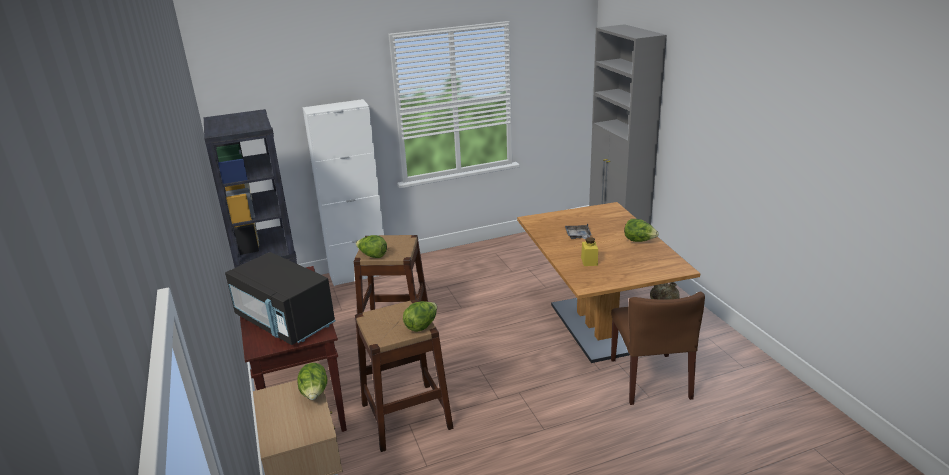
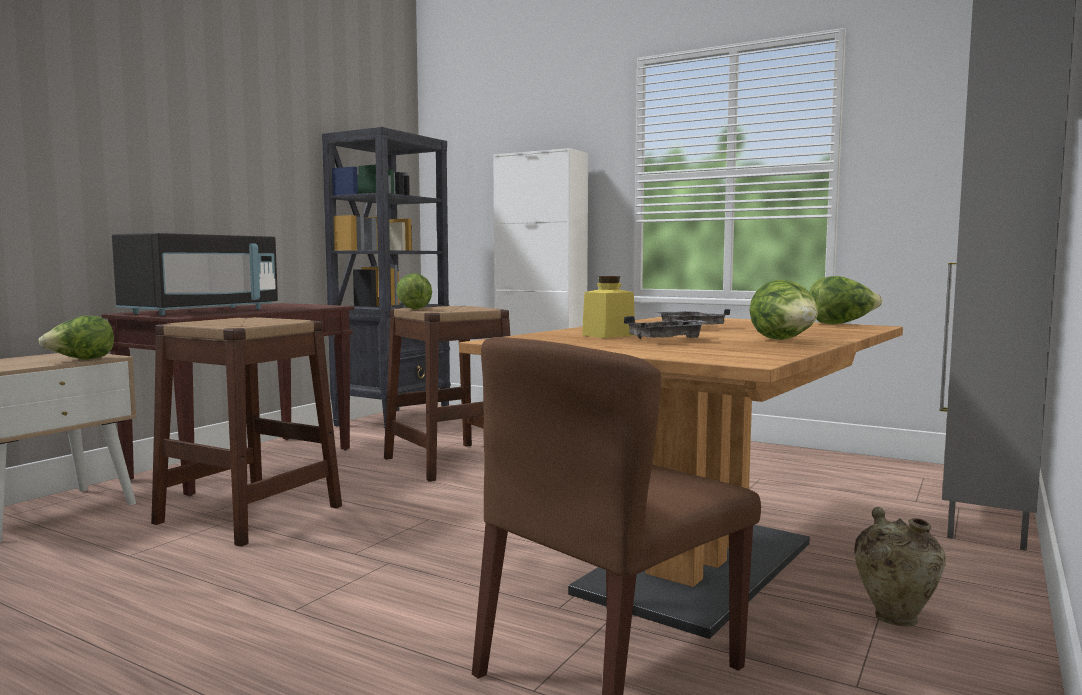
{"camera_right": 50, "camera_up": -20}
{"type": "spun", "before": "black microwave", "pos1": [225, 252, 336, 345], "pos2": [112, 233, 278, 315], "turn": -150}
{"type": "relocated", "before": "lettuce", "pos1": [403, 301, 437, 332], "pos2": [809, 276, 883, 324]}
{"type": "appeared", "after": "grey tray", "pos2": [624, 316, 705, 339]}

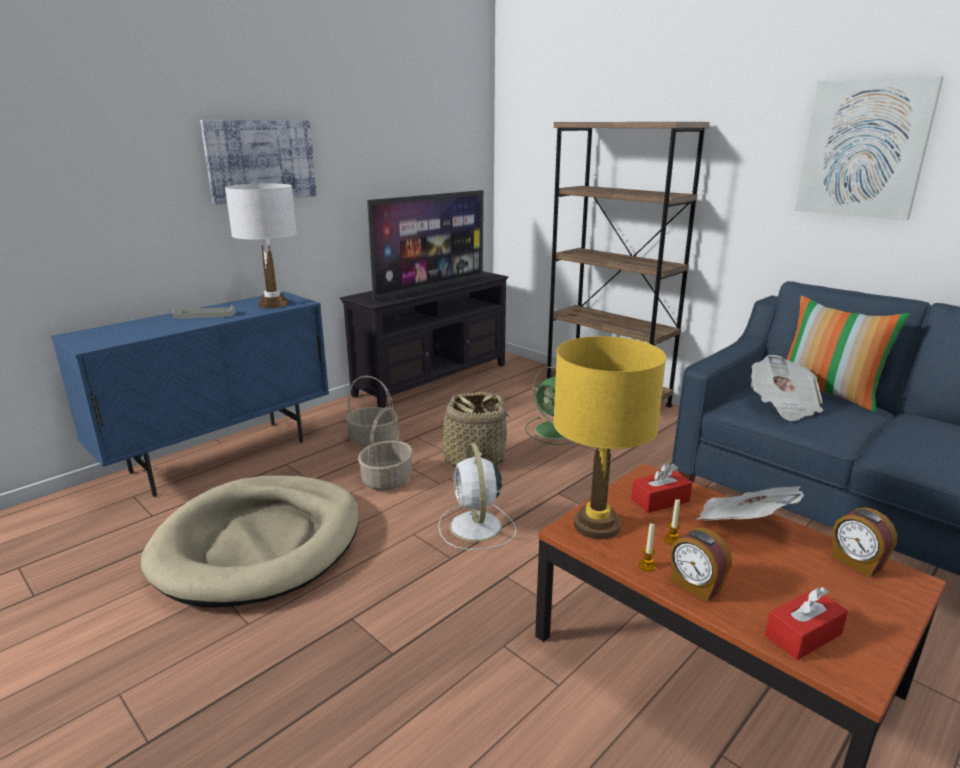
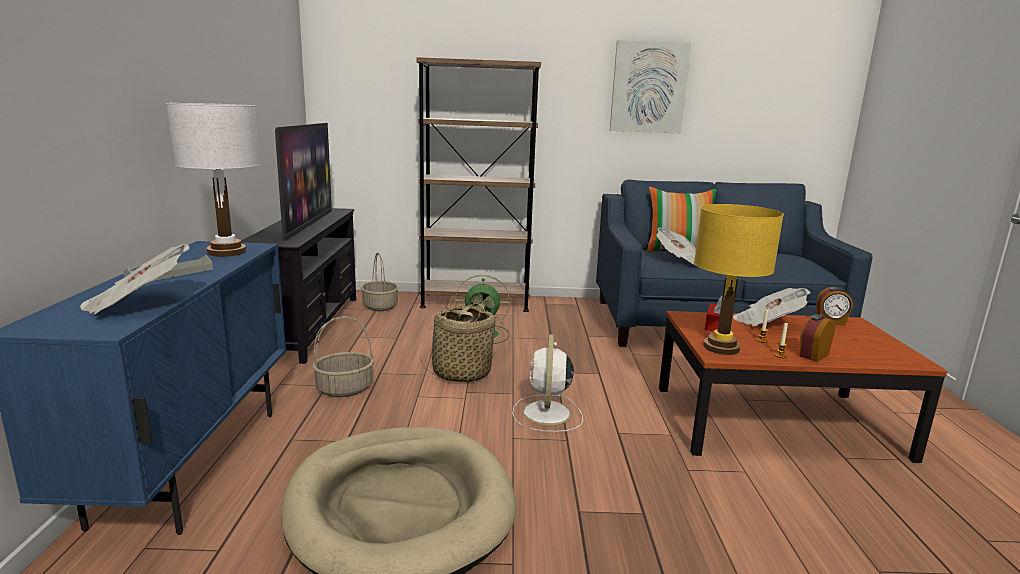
{"camera_right": -45, "camera_up": -5}
{"type": "missing", "before": "picture", "pos1": [200, 120, 317, 205]}
{"type": "relocated", "before": "basket", "pos1": [358, 407, 413, 491], "pos2": [361, 253, 399, 311]}
{"type": "spun", "before": "white fan", "pos1": [438, 443, 516, 550], "pos2": [512, 334, 583, 432], "turn": 60}
{"type": "spun", "before": "alarm clock", "pos1": [670, 527, 732, 602], "pos2": [799, 314, 835, 362], "turn": 135}
{"type": "missing", "before": "red tissue box", "pos1": [765, 587, 848, 660]}
{"type": "appeared", "after": "newspaper", "pos2": [80, 244, 190, 315]}

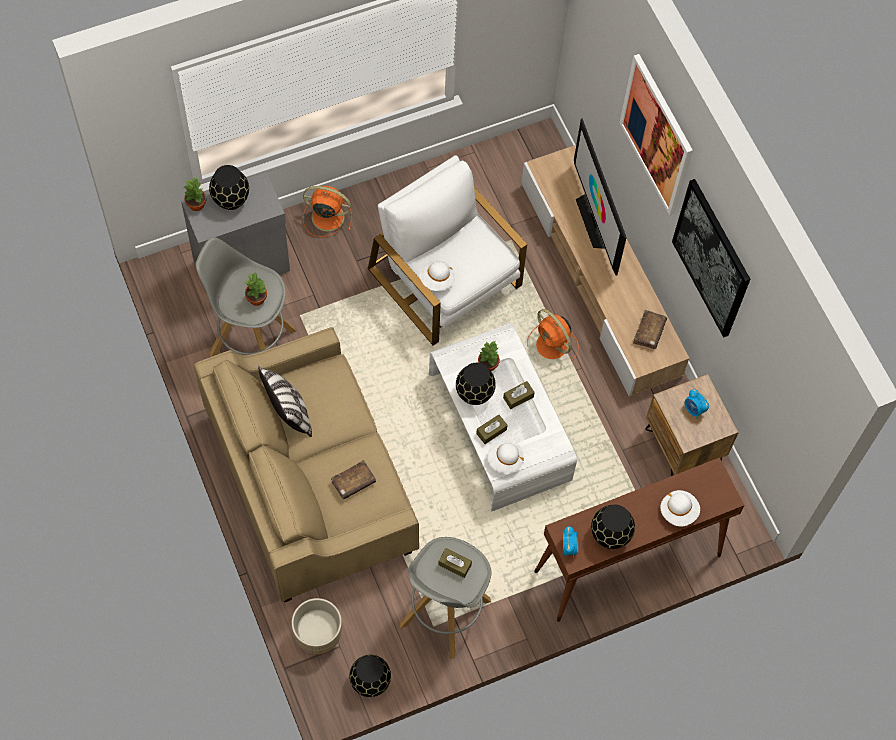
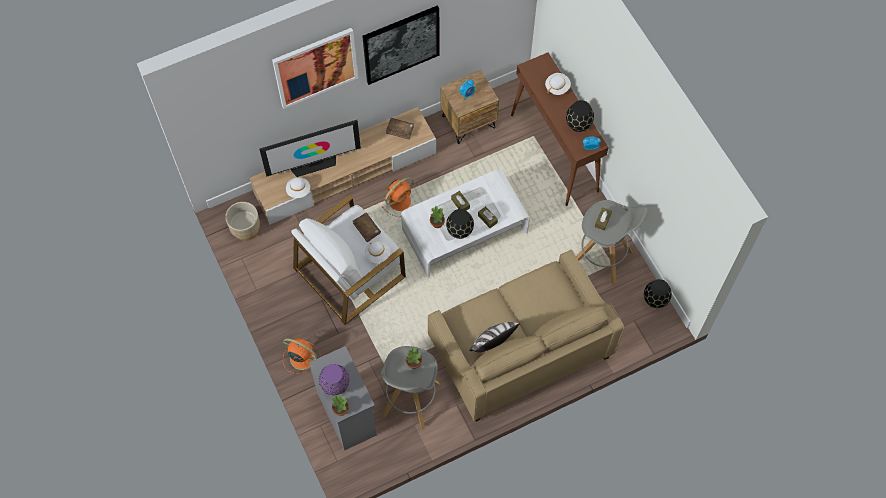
{"camera_right": -90, "camera_up": 0}
{"type": "colour", "before": "black vase", "after": "purple vase", "pos1": [209, 165, 249, 210], "pos2": [319, 364, 350, 395]}
{"type": "spun", "before": "orange fan", "pos1": [303, 186, 352, 237], "pos2": [283, 338, 321, 374], "turn": 105}
{"type": "relocated", "before": "white hat", "pos1": [488, 440, 524, 473], "pos2": [286, 177, 310, 198]}
{"type": "relocated", "before": "brown book", "pos1": [330, 460, 376, 500], "pos2": [353, 213, 381, 243]}
{"type": "relocated", "before": "beige planter", "pos1": [292, 598, 342, 655], "pos2": [225, 202, 260, 241]}

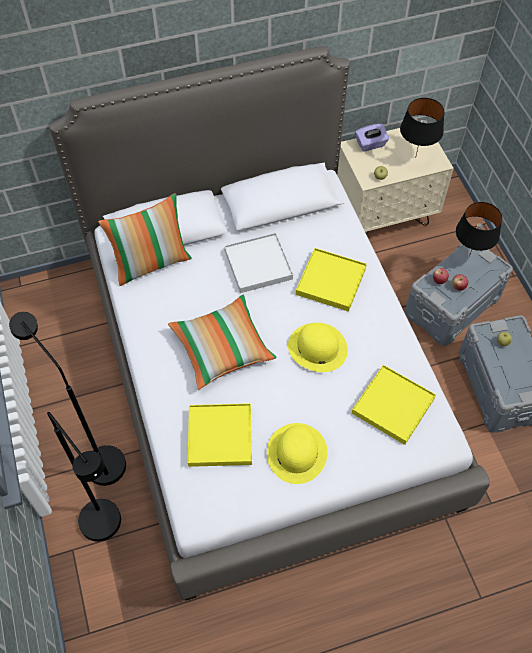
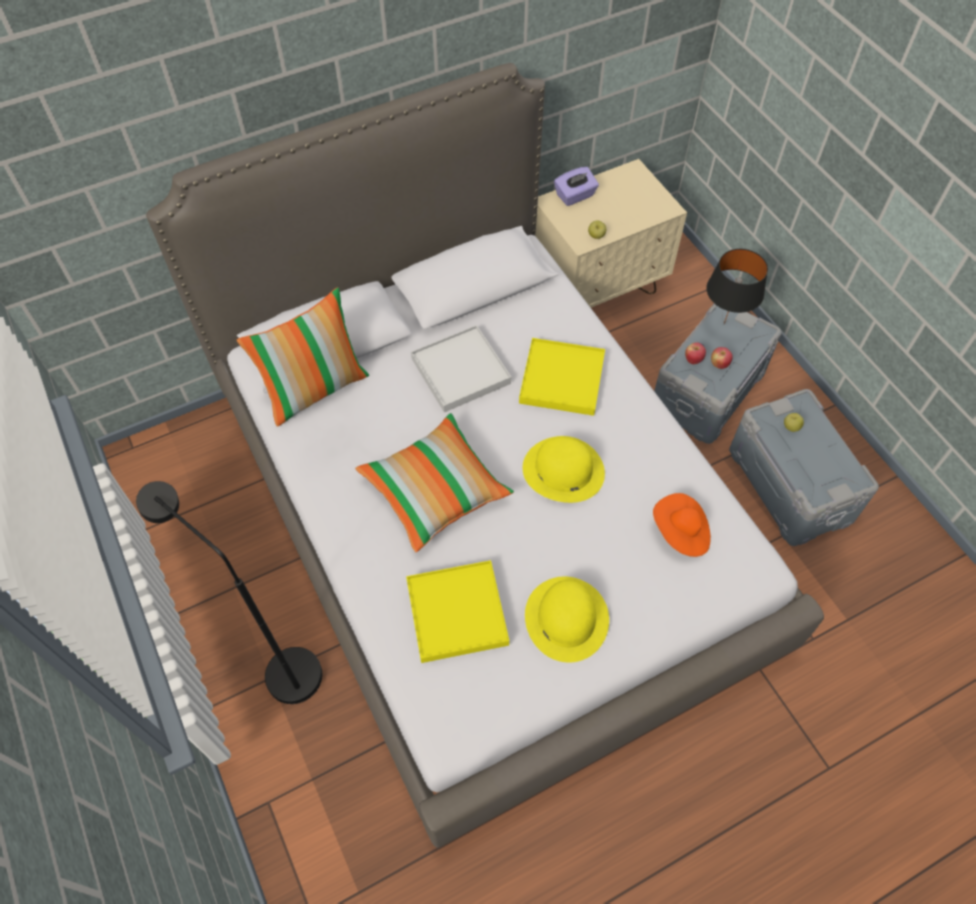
{"camera_right": -10, "camera_up": 0}
{"type": "missing", "before": "black table lamp", "pos1": [400, 98, 444, 158]}
{"type": "exchanged", "before": "yellow tray", "after": "orange hat", "pos1": [352, 365, 436, 445], "pos2": [653, 493, 711, 557]}
{"type": "missing", "before": "black floor lamp", "pos1": [47, 412, 121, 542]}

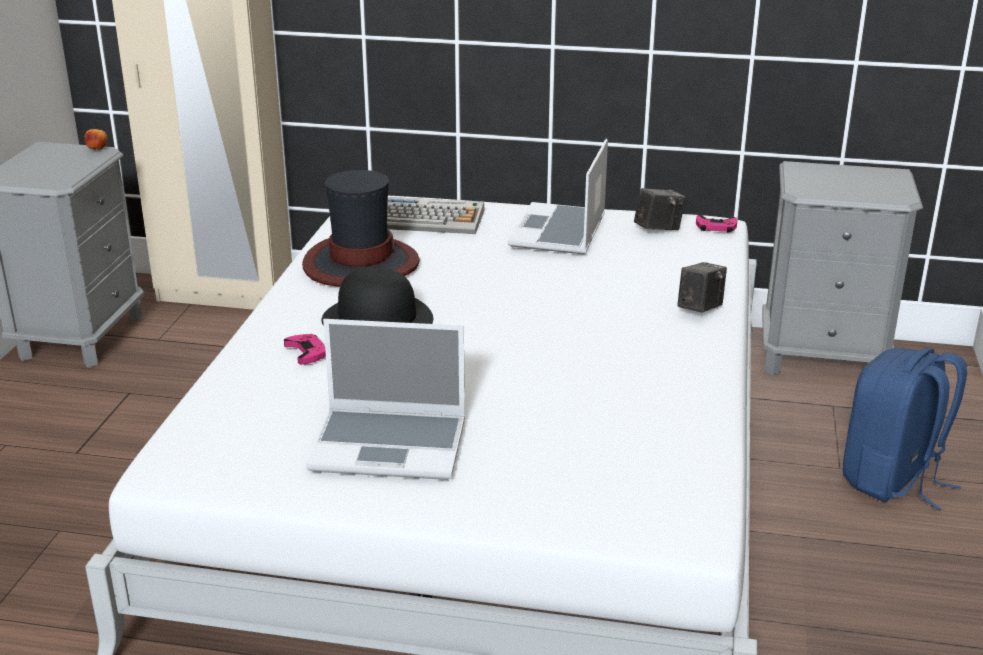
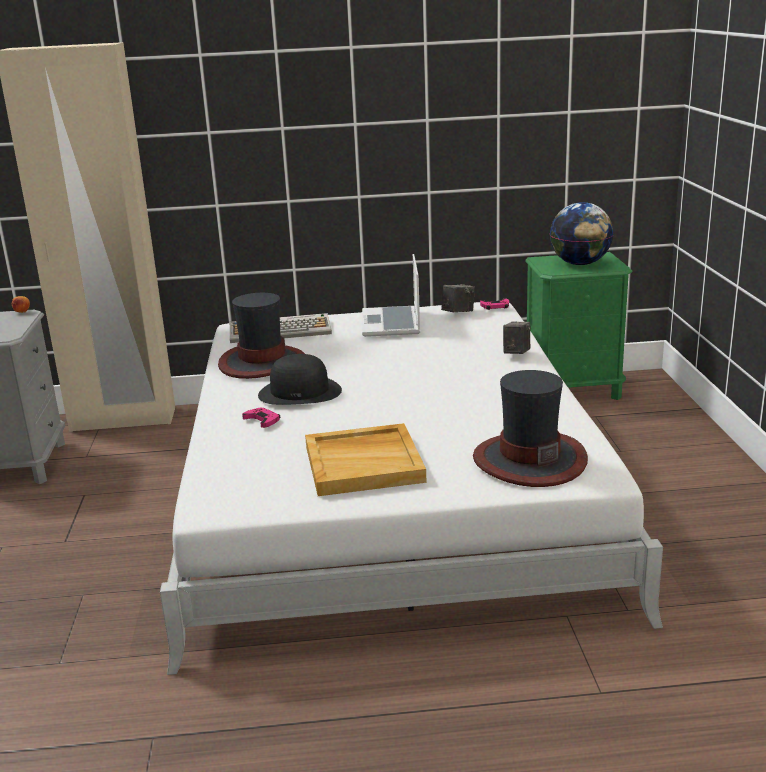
{"camera_right": -15, "camera_up": -5}
{"type": "colour", "before": "grey nightstand", "after": "green nightstand", "pos1": [762, 161, 923, 376], "pos2": [525, 252, 632, 400]}
{"type": "exchanged", "before": "laptop", "after": "beige tray", "pos1": [306, 319, 465, 480], "pos2": [305, 423, 427, 496]}
{"type": "missing", "before": "blue backpack", "pos1": [843, 348, 967, 511]}
{"type": "appeared", "after": "globe", "pos2": [550, 202, 613, 265]}
{"type": "appeared", "after": "hat", "pos2": [473, 370, 588, 487]}

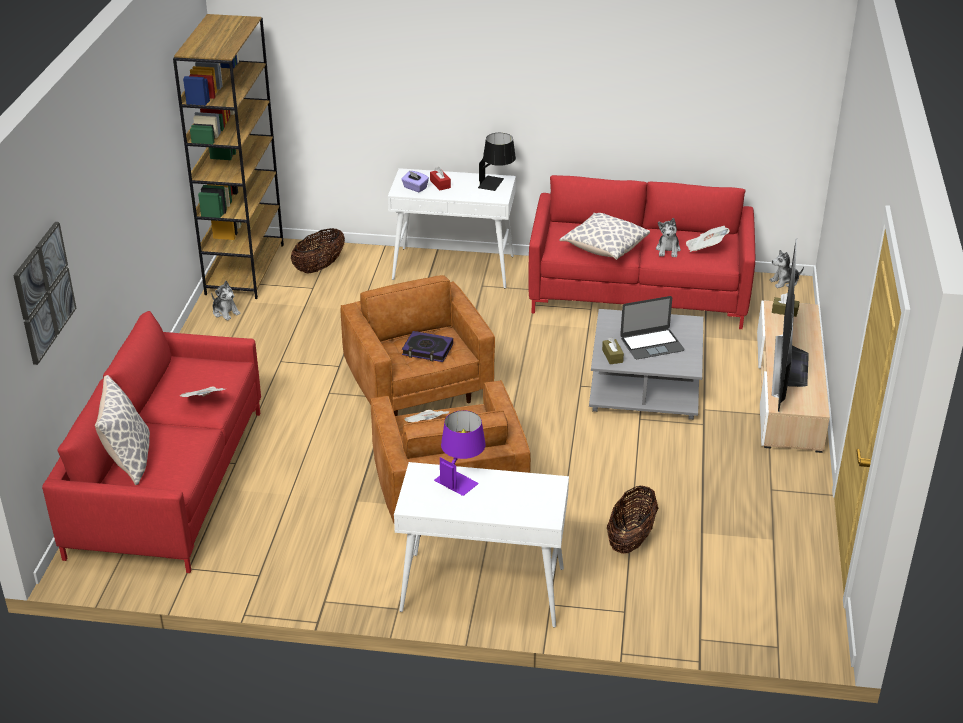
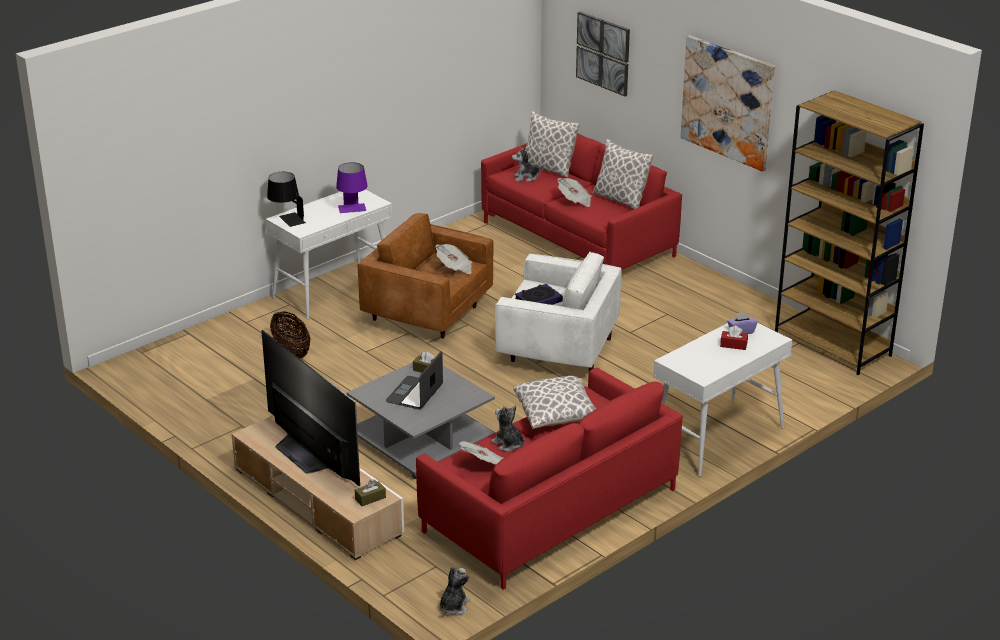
{"camera_right": 130, "camera_up": -5}
{"type": "relocated", "before": "black table lamp", "pos1": [478, 133, 516, 191], "pos2": [267, 172, 306, 227]}
{"type": "missing", "before": "basket", "pos1": [291, 228, 345, 274]}
{"type": "colour", "before": "brown armchair", "after": "white armchair", "pos1": [341, 275, 495, 416], "pos2": [495, 252, 622, 371]}
{"type": "relocated", "before": "plush toy", "pos1": [211, 281, 241, 321], "pos2": [512, 147, 544, 182]}
{"type": "appeared", "after": "picture", "pos2": [681, 36, 775, 171]}
{"type": "appeared", "after": "pillow", "pos2": [592, 139, 654, 209]}

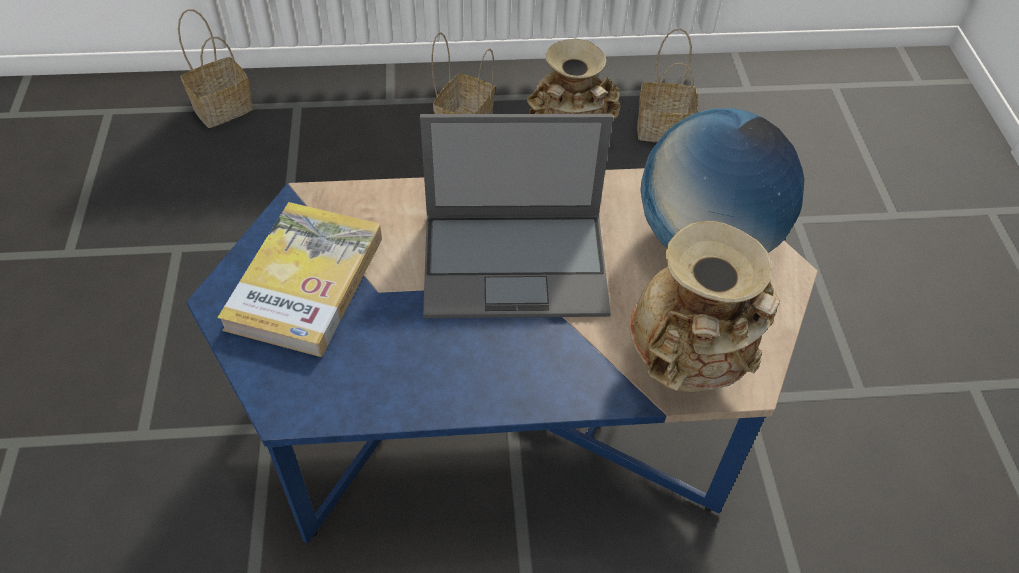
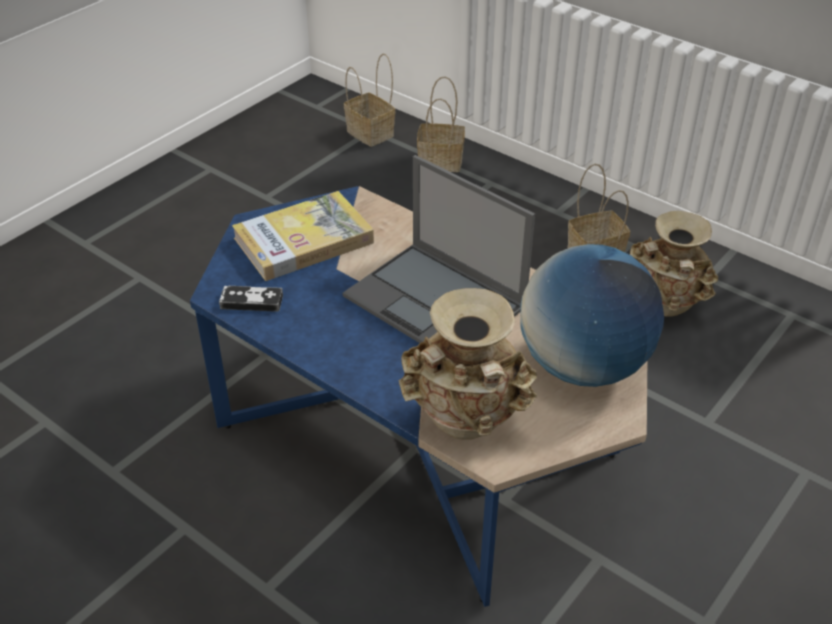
{"camera_right": 45, "camera_up": -10}
{"type": "relocated", "before": "basket", "pos1": [637, 28, 698, 142], "pos2": [344, 53, 395, 147]}
{"type": "appeared", "after": "game controller", "pos2": [219, 286, 283, 312]}

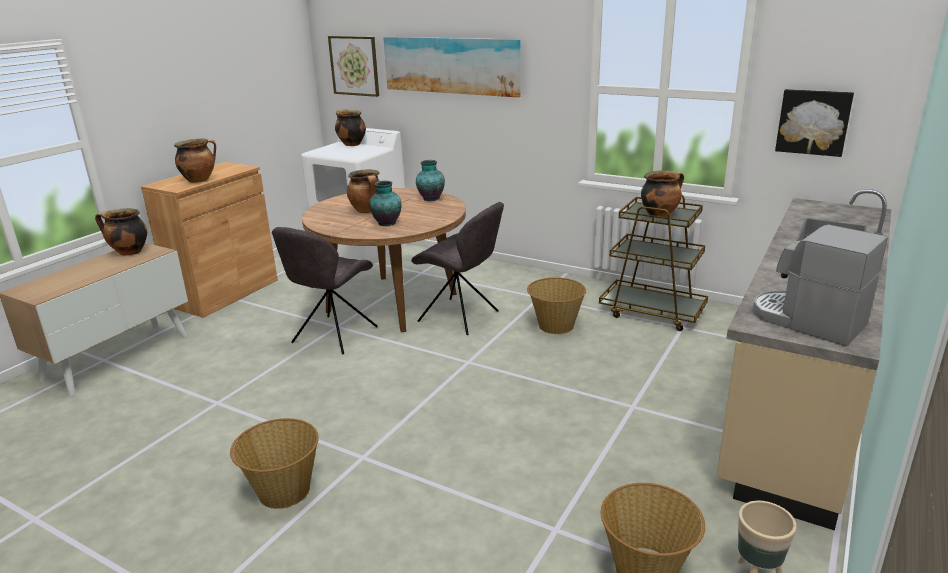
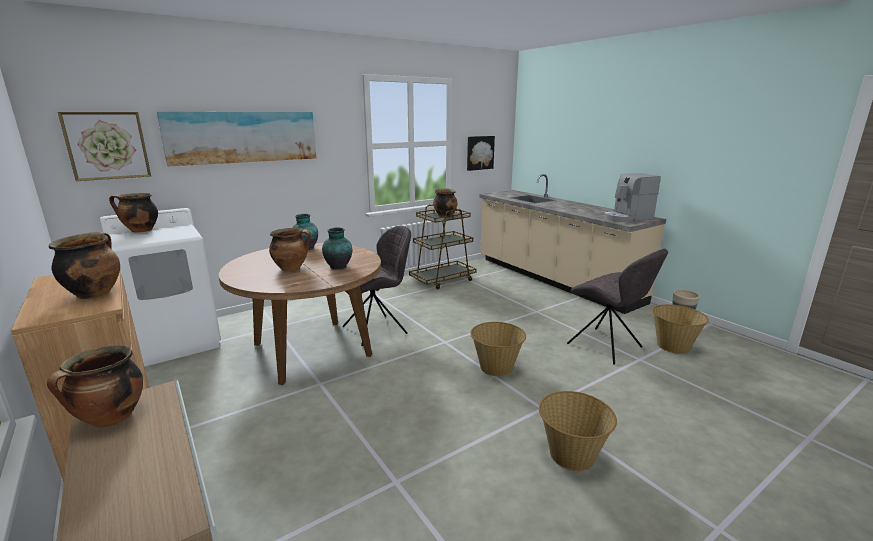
{"camera_right": -65, "camera_up": -5}
{"type": "relocated", "before": "grey chair", "pos1": [272, 227, 378, 354], "pos2": [567, 249, 668, 364]}
{"type": "relocated", "before": "basket", "pos1": [527, 277, 586, 334], "pos2": [471, 322, 526, 376]}

